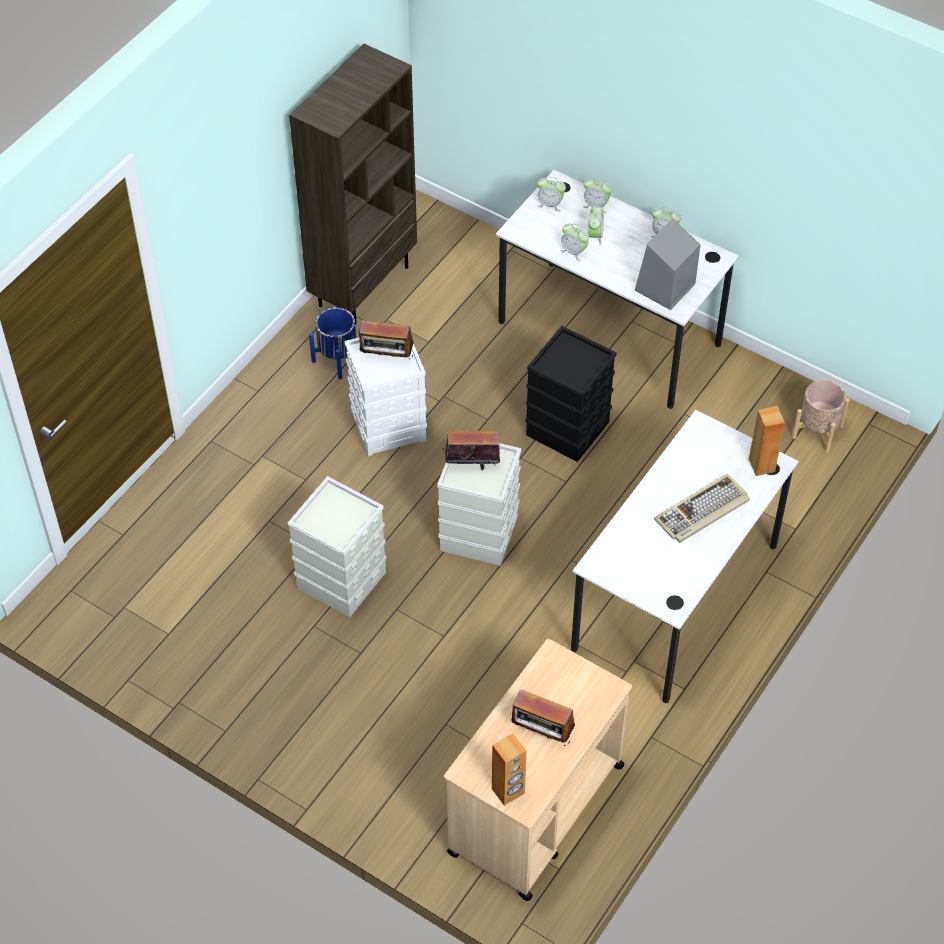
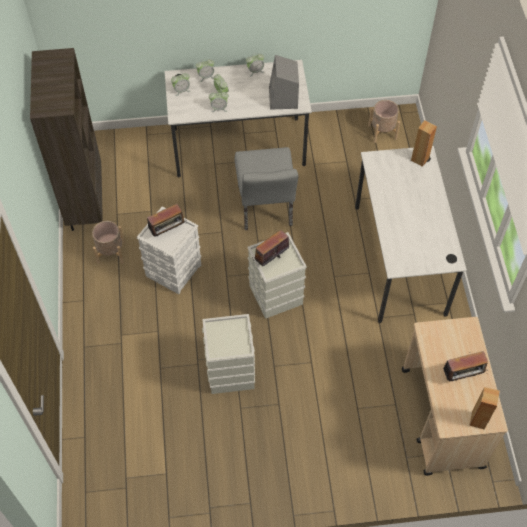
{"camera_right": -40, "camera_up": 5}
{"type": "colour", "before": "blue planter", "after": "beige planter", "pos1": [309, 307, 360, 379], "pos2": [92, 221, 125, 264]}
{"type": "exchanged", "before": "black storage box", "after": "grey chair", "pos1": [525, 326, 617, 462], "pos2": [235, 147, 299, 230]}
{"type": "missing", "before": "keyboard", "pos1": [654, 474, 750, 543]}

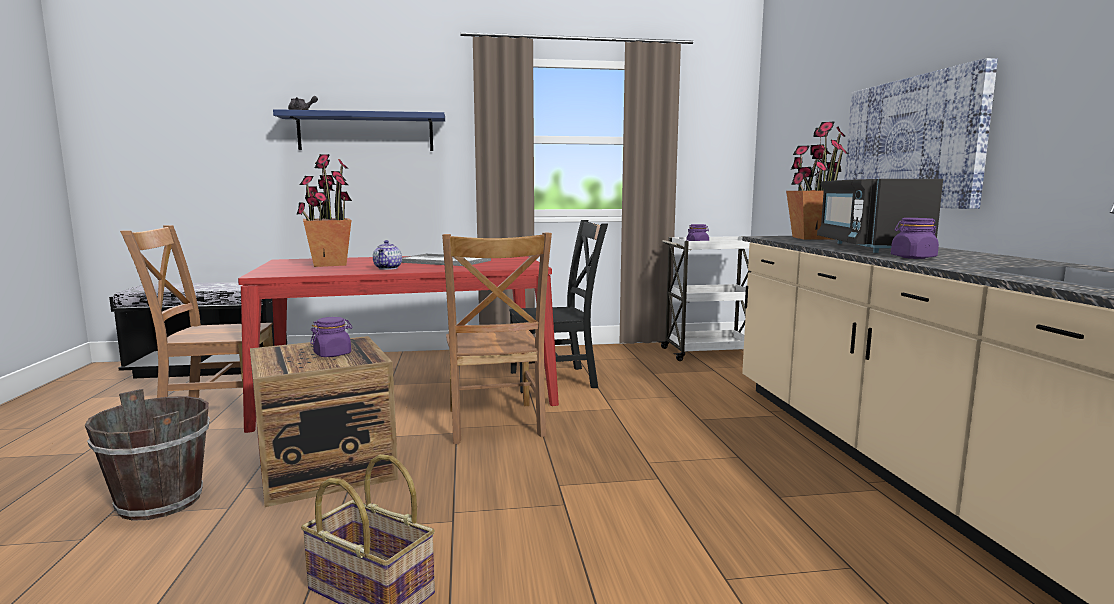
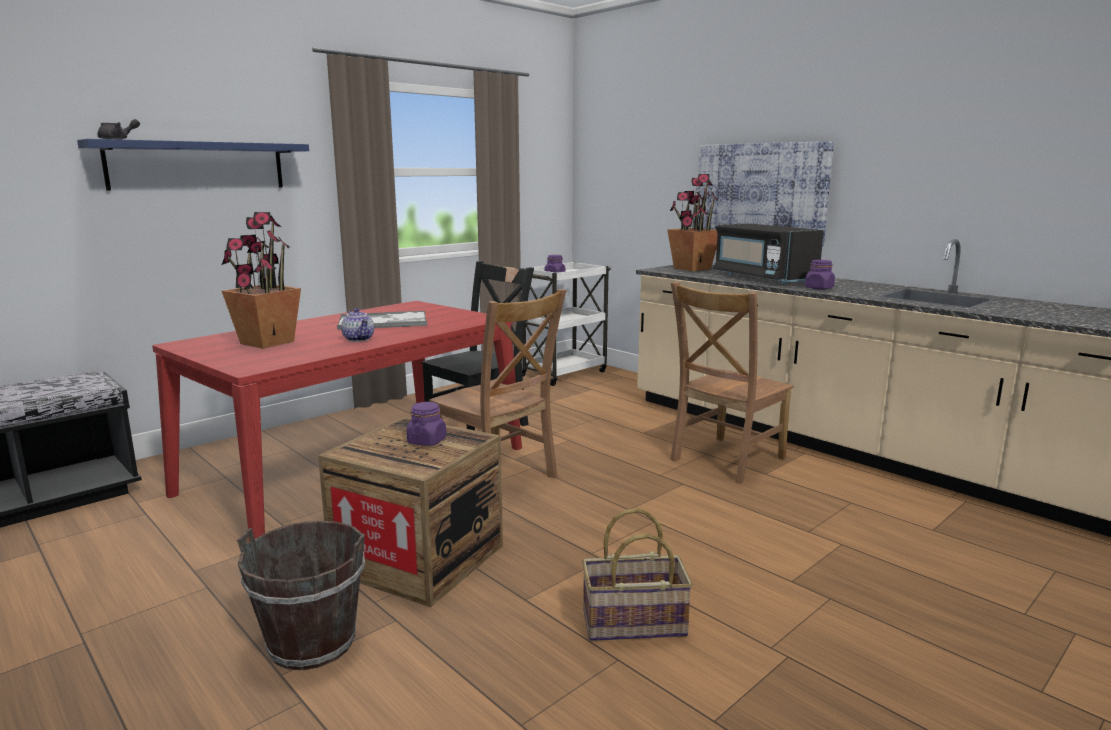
{"camera_right": -35, "camera_up": 5}
{"type": "relocated", "before": "brown chair", "pos1": [120, 225, 273, 398], "pos2": [671, 282, 794, 484]}

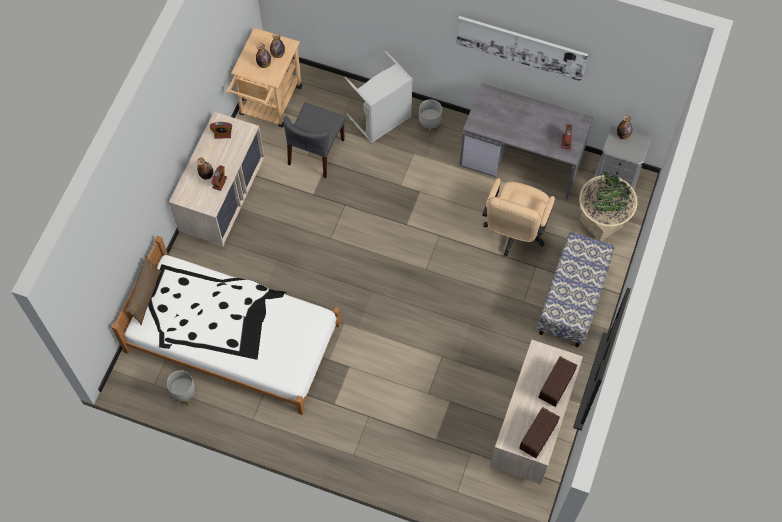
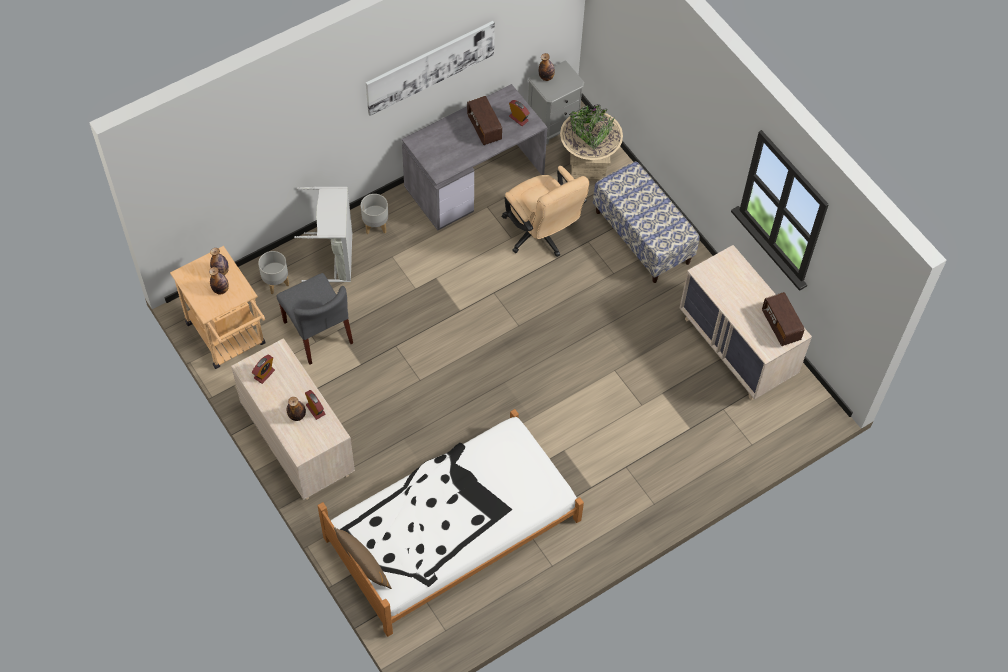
{"camera_right": -55, "camera_up": -5}
{"type": "relocated", "before": "radio", "pos1": [538, 356, 577, 407], "pos2": [467, 96, 502, 145]}
{"type": "relocated", "before": "grey planter", "pos1": [167, 370, 197, 406], "pos2": [258, 251, 289, 294]}

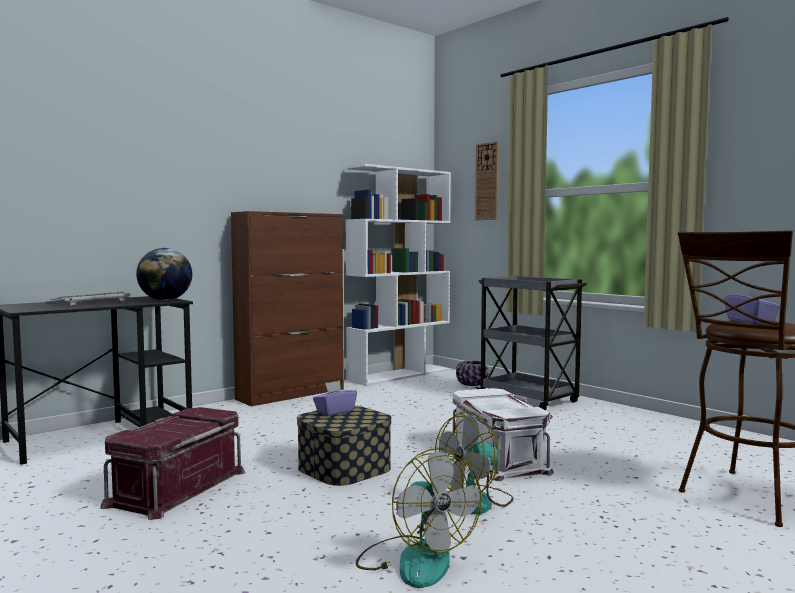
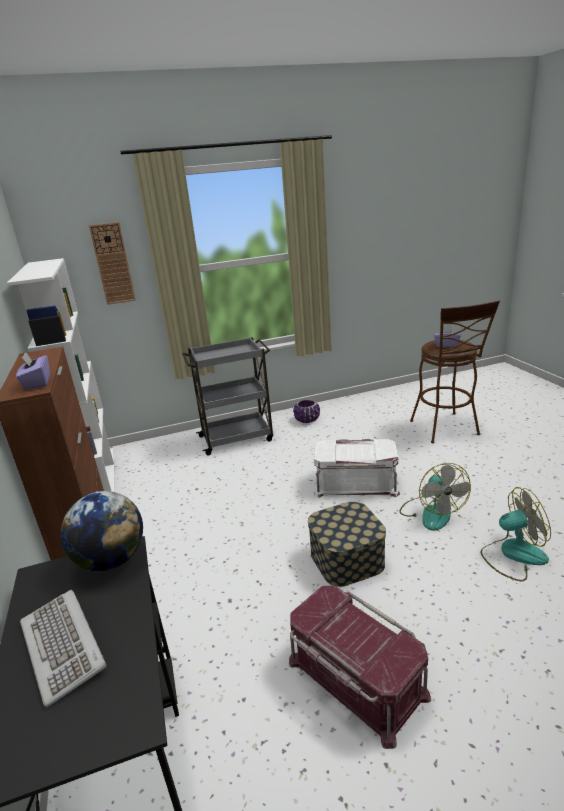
{"camera_right": -65, "camera_up": 20}
{"type": "relocated", "before": "purple planter", "pos1": [456, 360, 488, 386], "pos2": [293, 400, 320, 423]}
{"type": "relocated", "before": "purple tissue box", "pos1": [313, 381, 357, 416], "pos2": [16, 352, 50, 390]}

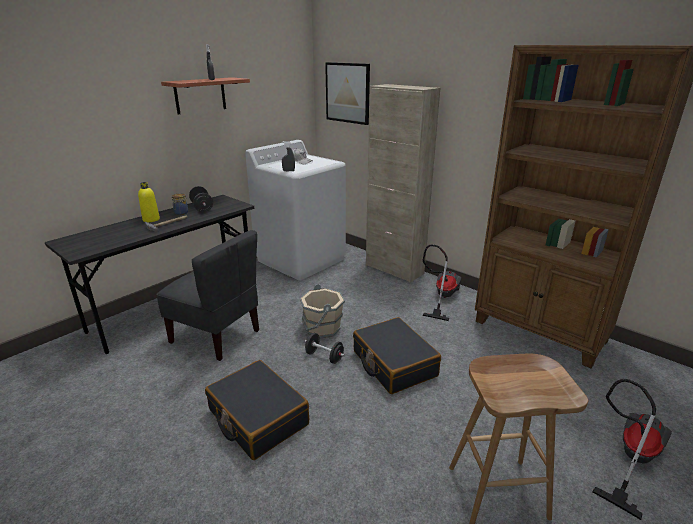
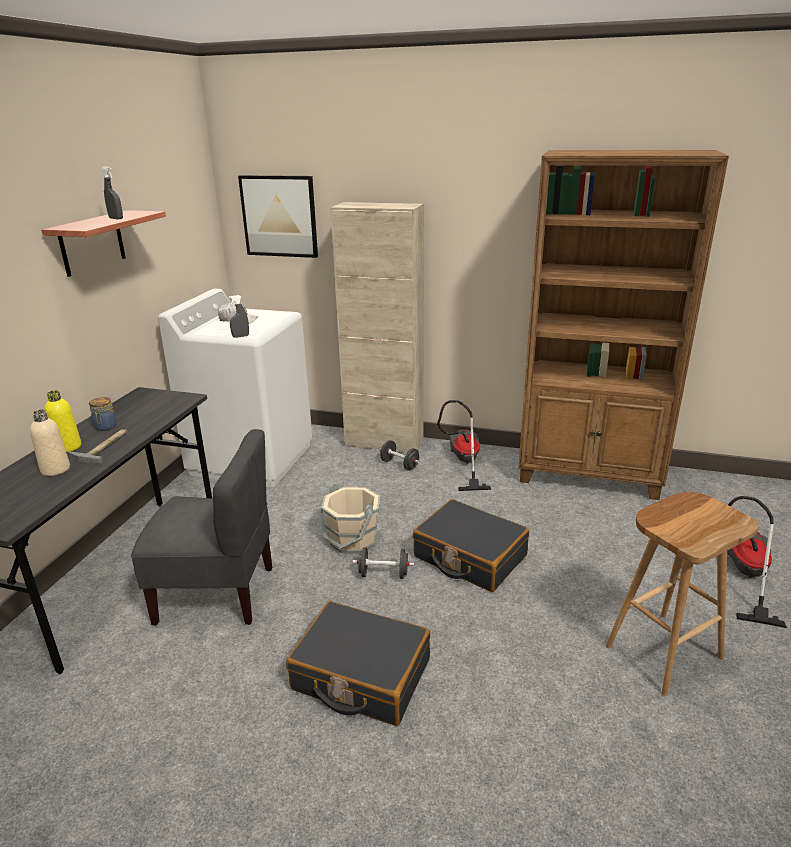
{"camera_right": -25, "camera_up": 0}
{"type": "relocated", "before": "black dumbbell", "pos1": [189, 186, 213, 212], "pos2": [380, 440, 420, 471]}
{"type": "appeared", "after": "beige bottle", "pos2": [30, 410, 70, 476]}

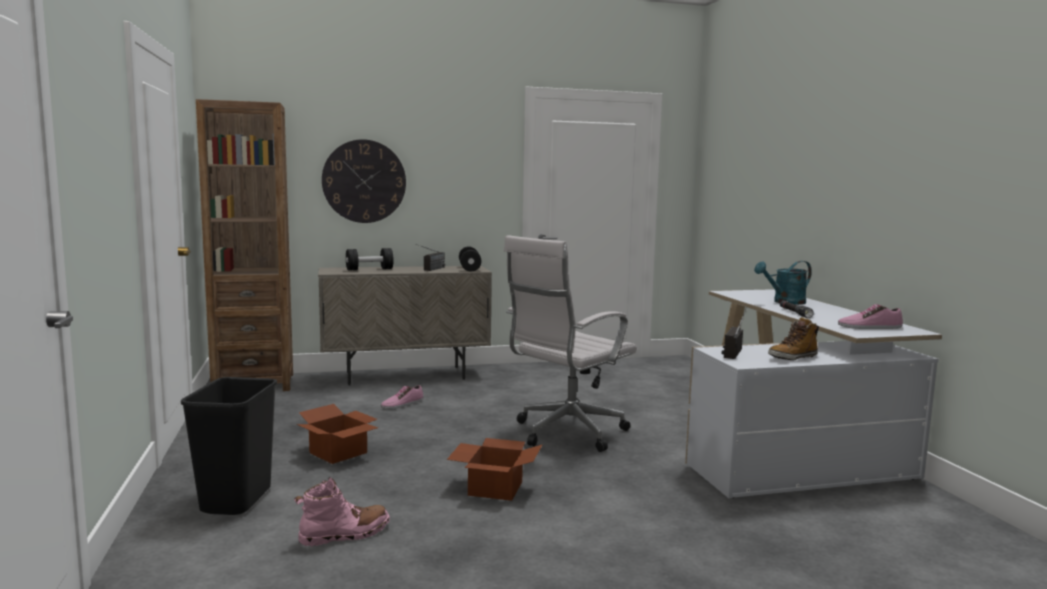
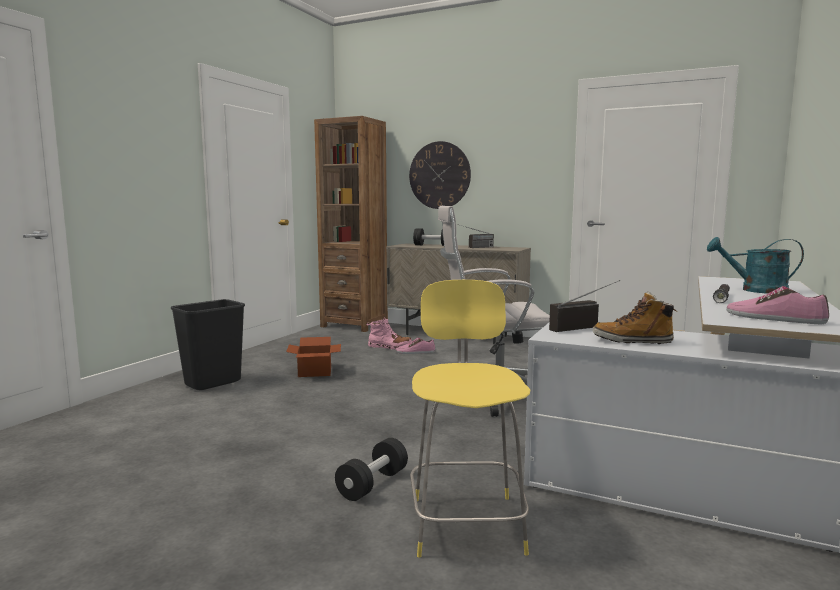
{"camera_right": 40, "camera_up": 0}
{"type": "relocated", "before": "black dumbbell", "pos1": [459, 246, 482, 272], "pos2": [335, 438, 408, 501]}
{"type": "missing", "before": "cardboard box", "pos1": [447, 438, 543, 501]}
{"type": "relocated", "before": "pink boot", "pos1": [294, 477, 390, 547], "pos2": [367, 317, 412, 349]}
{"type": "appeared", "after": "yellow stool", "pos2": [410, 280, 530, 558]}

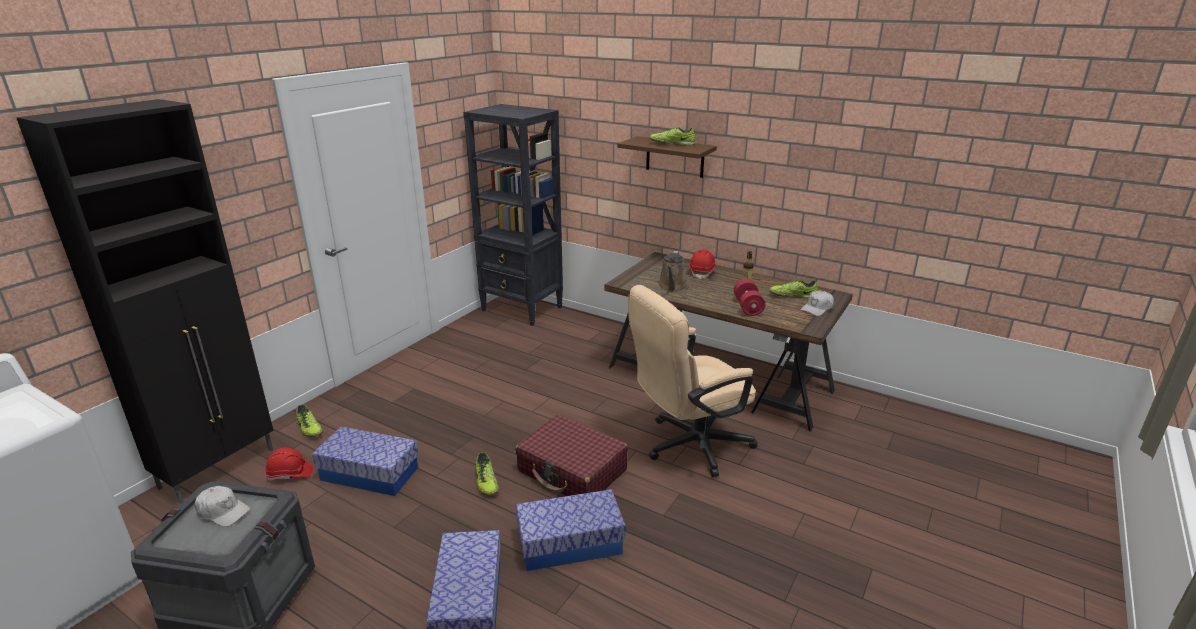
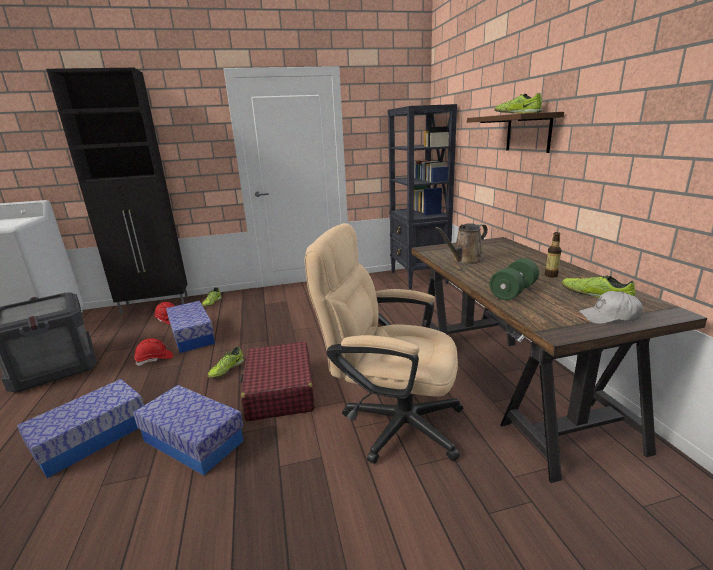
{"camera_right": 45, "camera_up": -5}
{"type": "relocated", "before": "red hard hat", "pos1": [689, 250, 716, 279], "pos2": [134, 338, 173, 366]}
{"type": "colour", "before": "red dumbbell", "after": "green dumbbell", "pos1": [734, 279, 765, 316], "pos2": [490, 258, 539, 300]}
{"type": "missing", "before": "white cap", "pos1": [195, 486, 250, 527]}

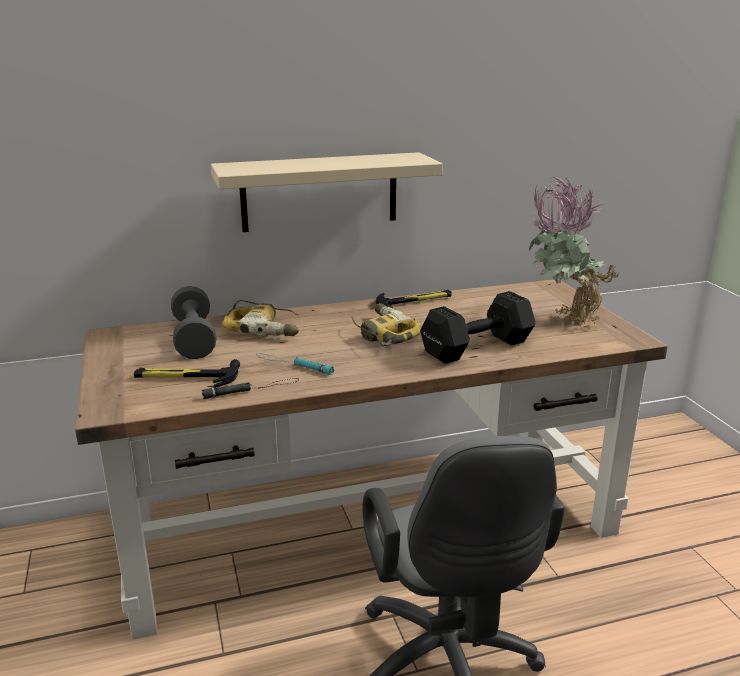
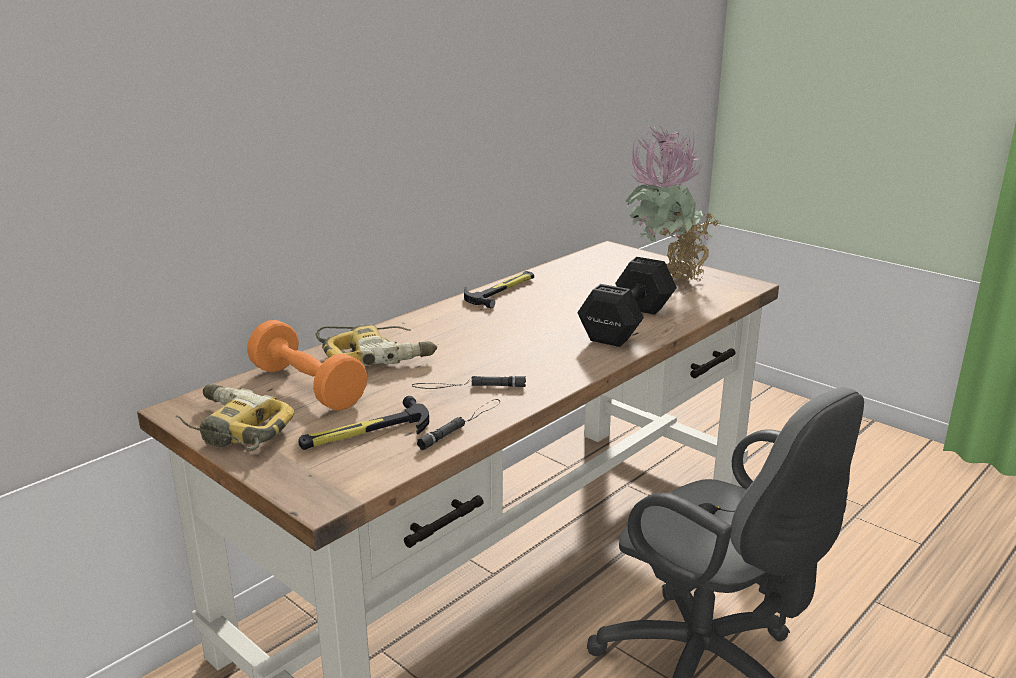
{"camera_right": -30, "camera_up": 0}
{"type": "missing", "before": "beige shelf", "pos1": [211, 152, 443, 232]}
{"type": "colour", "before": "grey dumbbell", "after": "orange dumbbell", "pos1": [171, 286, 216, 359], "pos2": [247, 320, 367, 411]}
{"type": "relocated", "before": "power drill", "pos1": [351, 303, 422, 346], "pos2": [176, 384, 295, 451]}
{"type": "colour", "before": "turquoise flashlight", "after": "black flashlight", "pos1": [256, 353, 334, 375], "pos2": [412, 376, 526, 389]}

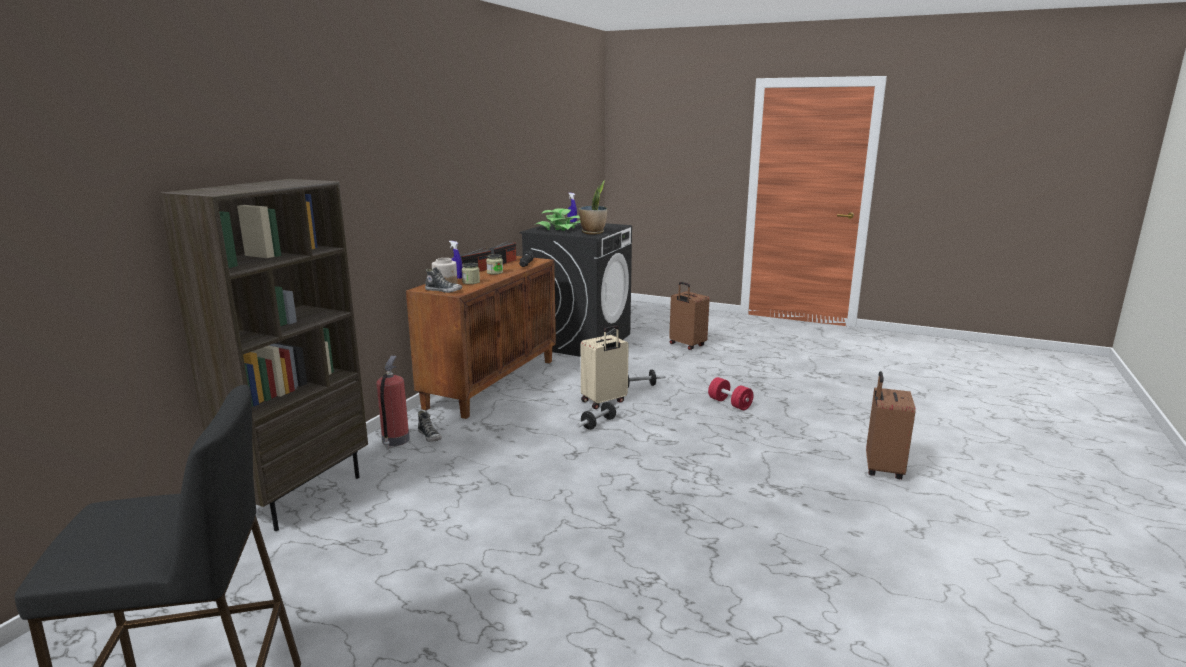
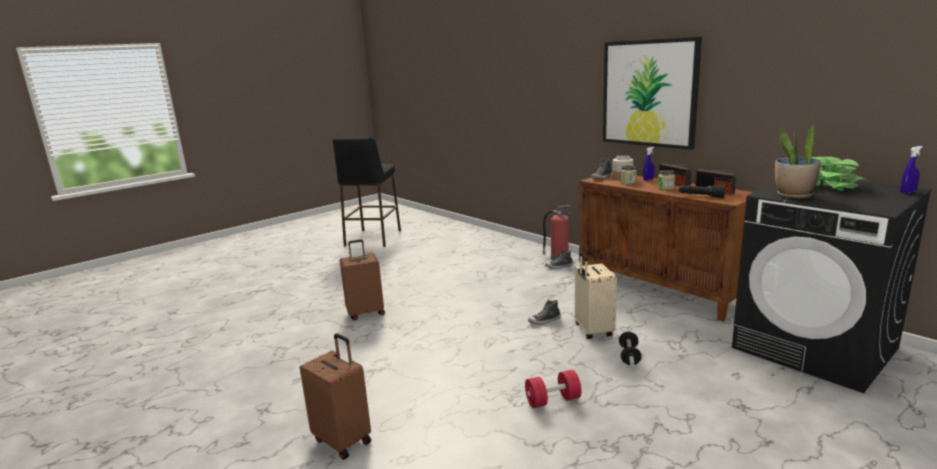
{"camera_right": 115, "camera_up": 0}
{"type": "missing", "before": "brown bookcase", "pos1": [158, 179, 368, 531]}
{"type": "relocated", "before": "brown suitcase", "pos1": [669, 282, 710, 350], "pos2": [340, 239, 385, 320]}
{"type": "exchanged", "before": "dumbbell", "after": "shoe", "pos1": [577, 402, 619, 430], "pos2": [528, 299, 560, 325]}
{"type": "appeared", "after": "picture", "pos2": [603, 37, 702, 150]}

